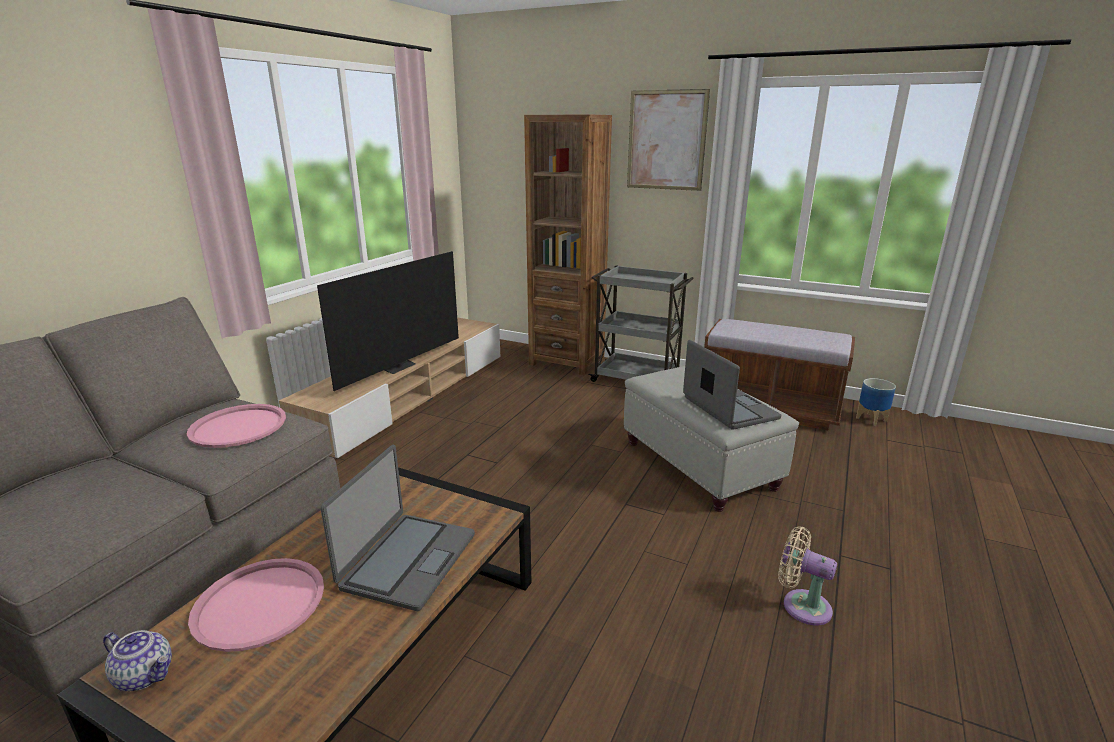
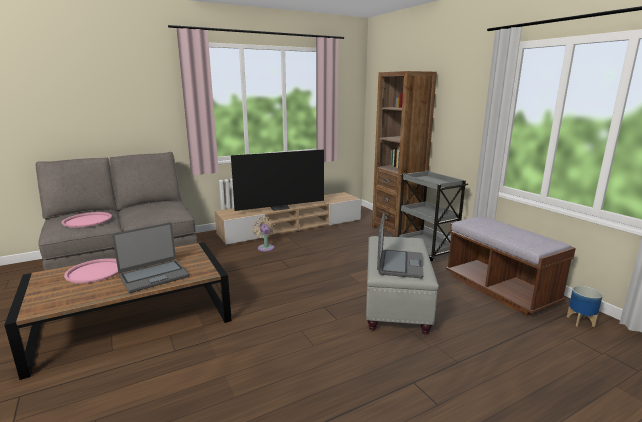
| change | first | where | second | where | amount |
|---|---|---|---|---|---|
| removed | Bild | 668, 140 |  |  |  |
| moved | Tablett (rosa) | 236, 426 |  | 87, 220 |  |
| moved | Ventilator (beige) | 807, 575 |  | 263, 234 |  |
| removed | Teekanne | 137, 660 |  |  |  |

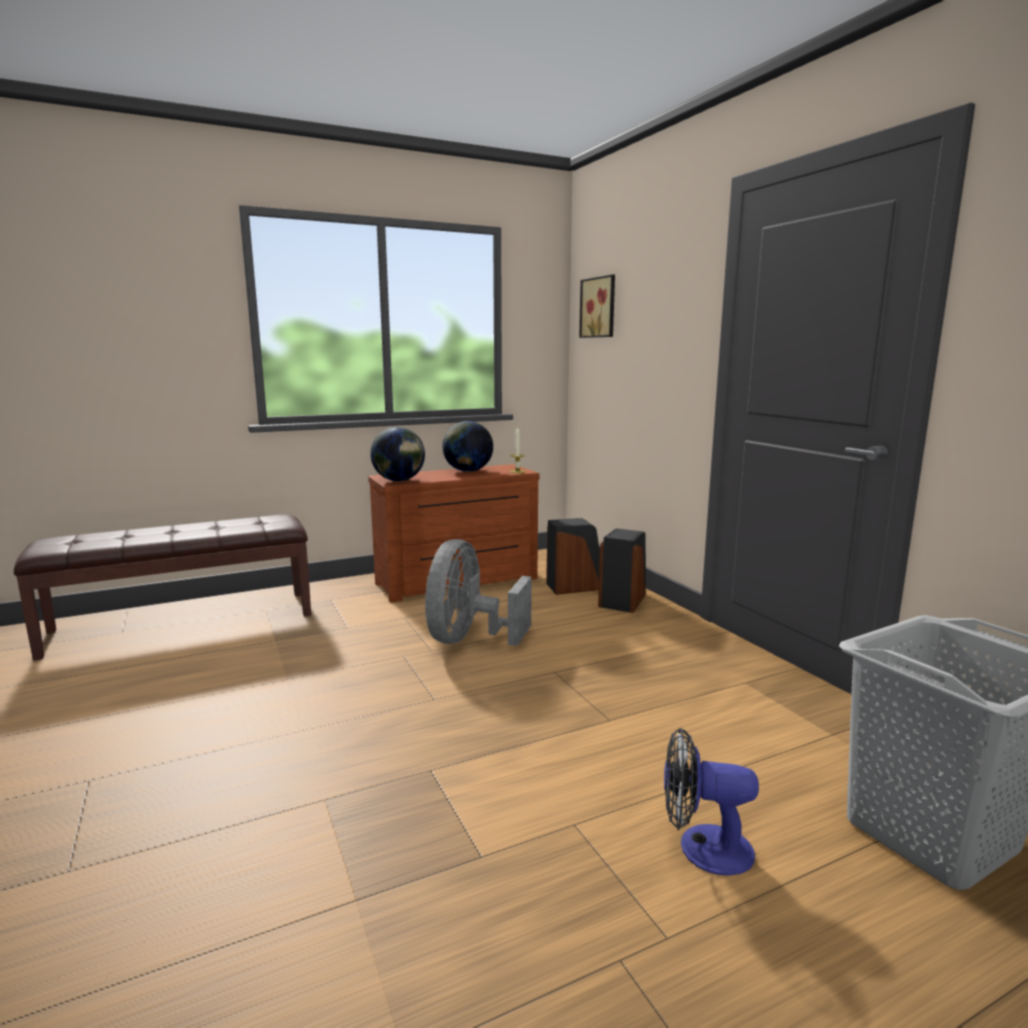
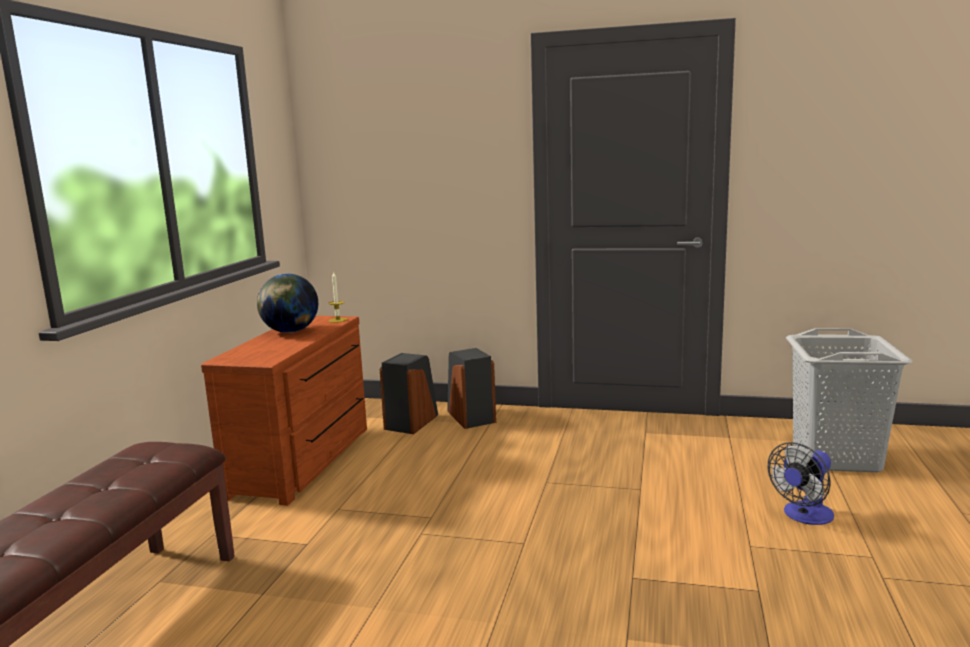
| change | first | where | second | where | amount |
|---|---|---|---|---|---|
| removed | Bild | 597, 306 |  |  |  |
| removed | Globus | 397, 454 |  |  |  |
| removed | Ventilator (grau) | 478, 592 |  |  |  |

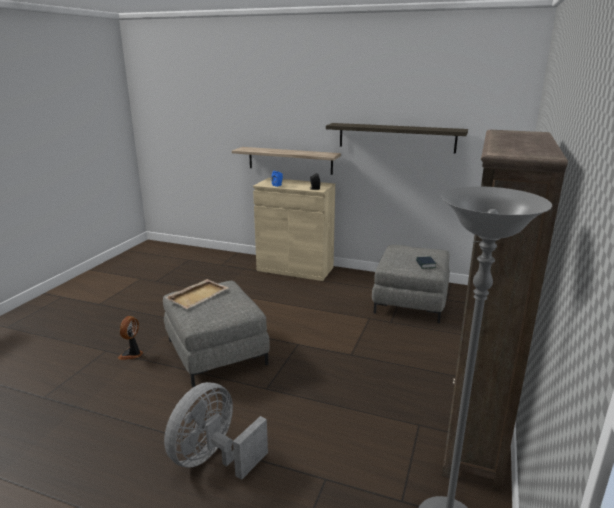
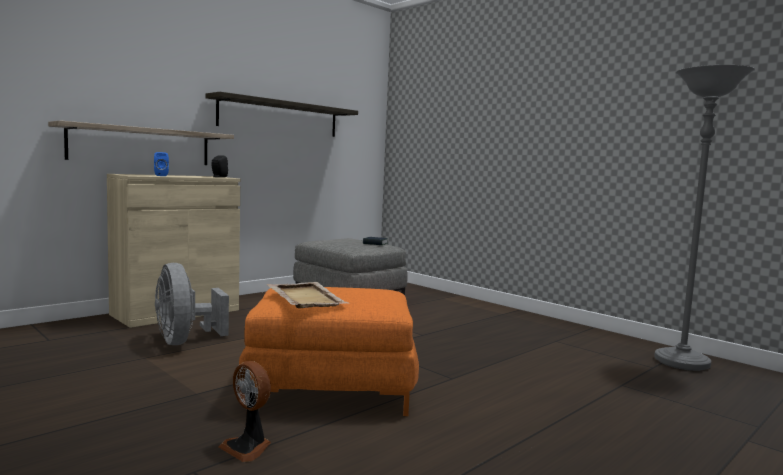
| change | first | where | second | where | amount |
|---|---|---|---|---|---|
| removed | Bücherregal (braun) | 505, 311 |  |  |  |
| recoloured | Polsterhocker (grau) | 216, 334 | Polsterhocker (orange) | 329, 351 |  |
| moved | Ventilator (grau) | 216, 431 |  | 192, 304 |  |

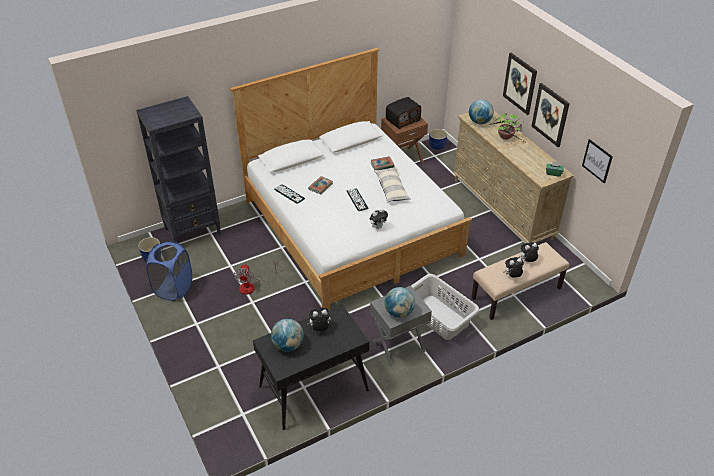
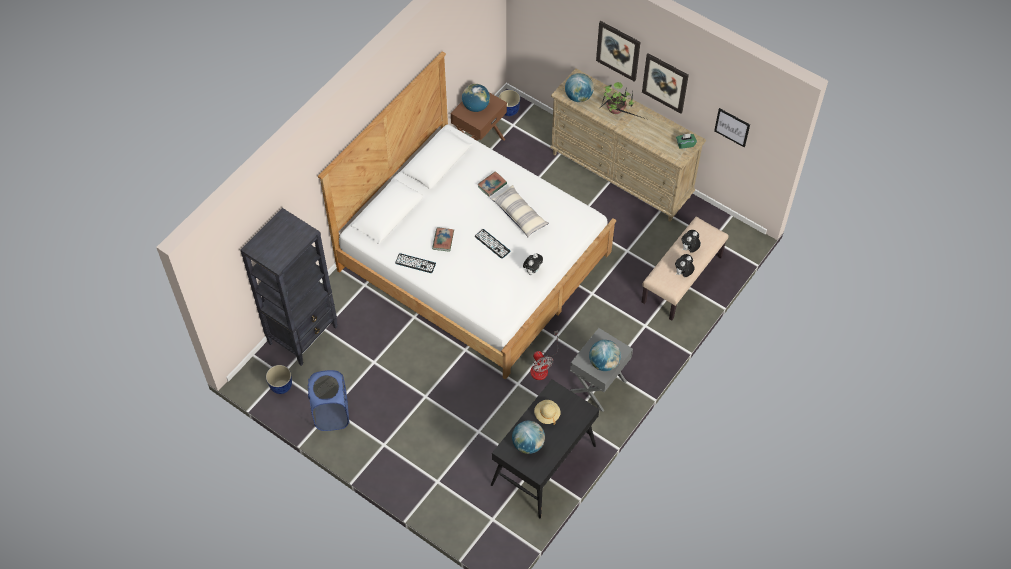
| change | first | where | second | where | amount |
|---|---|---|---|---|---|
| replaced | Radio | 403, 113 | Globus | 476, 98 |  |
| moved | Ventilator | 256, 278 |  | 544, 355 |  |
| removed | Wäschekorb (grau) | 445, 307 |  |  |  |
| replaced | Plüschtier | 319, 319 | Hut (beige) | 547, 412 |  |

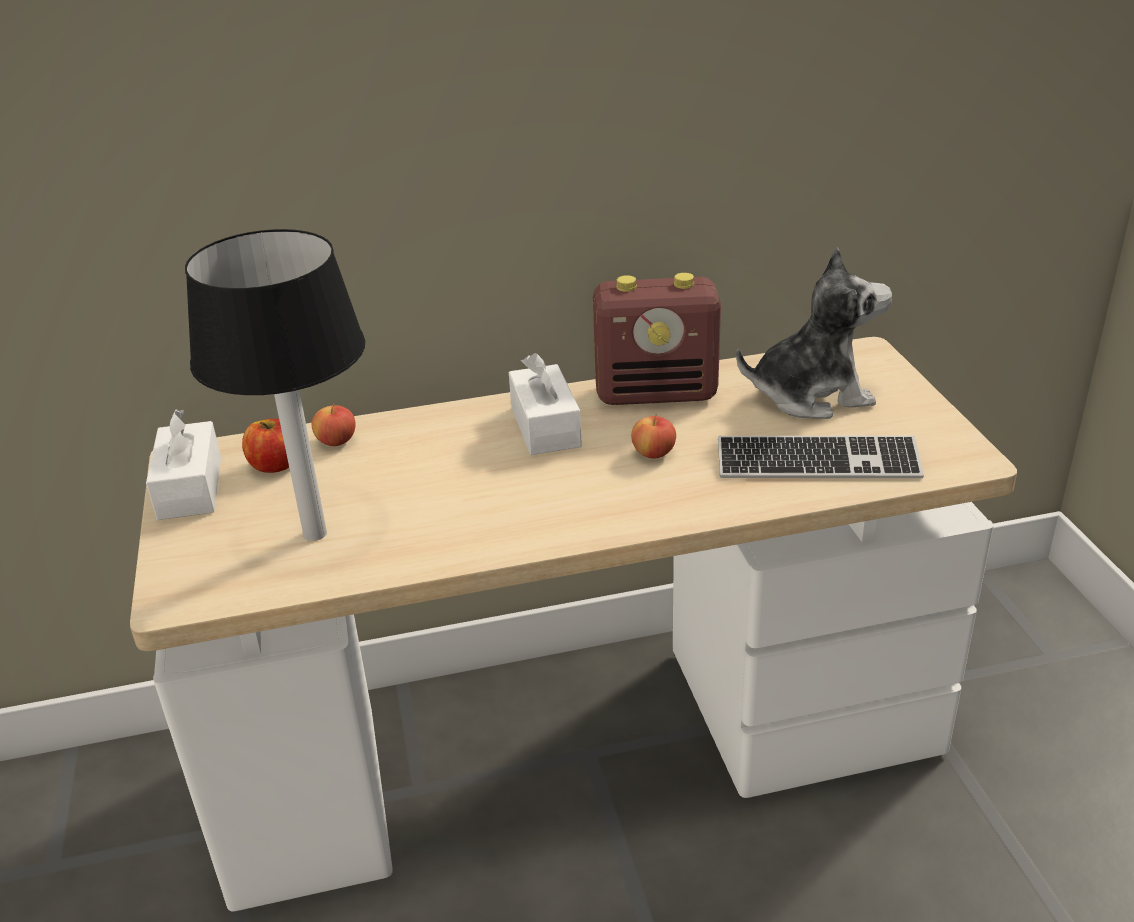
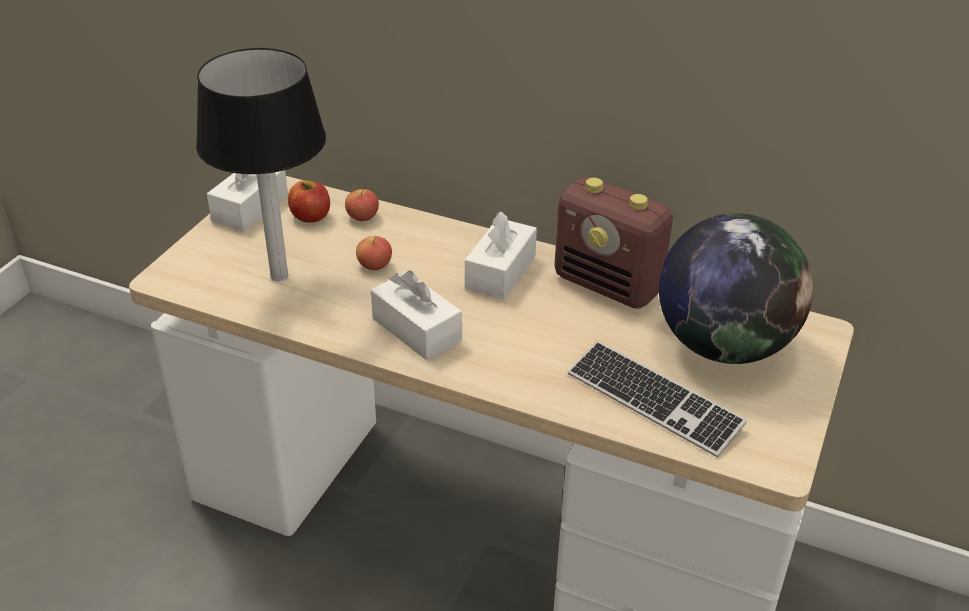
| change | first | where | second | where | amount |
|---|---|---|---|---|---|
| replaced | Plüschtier | 814, 333 | Globus | 736, 288 |  |
| moved | Apfel | 653, 436 |  | 374, 253 |  |
| added |  |  | Taschentuchbox (weiß) | 416, 315 |  |

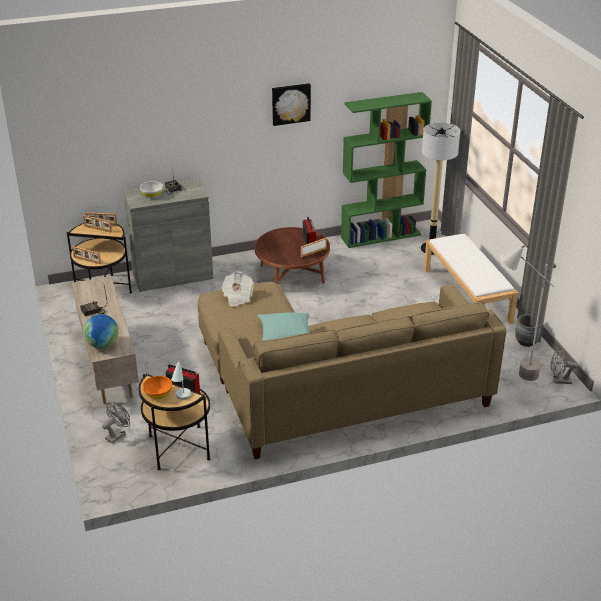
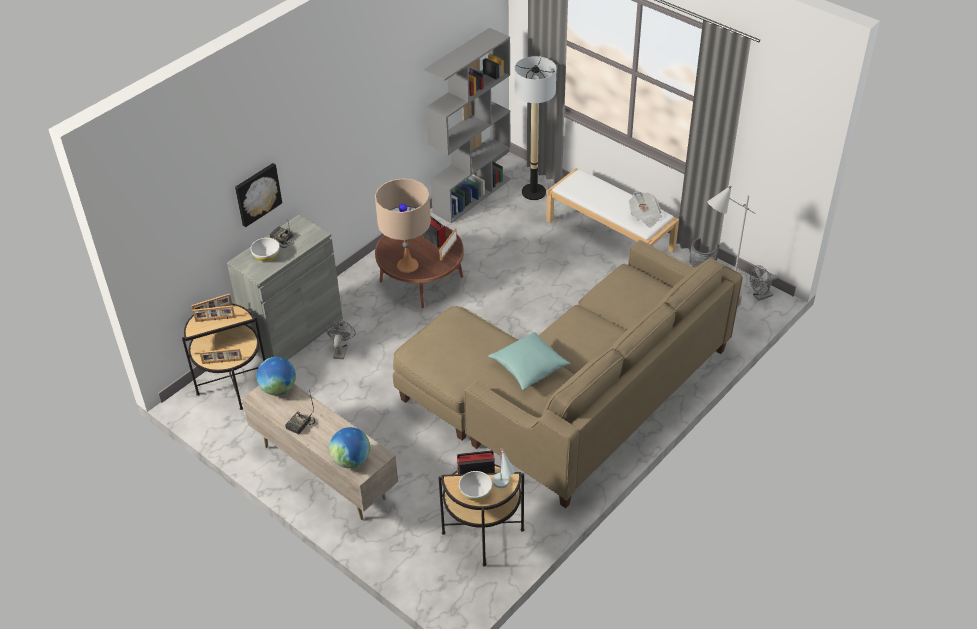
| change | first | where | second | where | amount |
|---|---|---|---|---|---|
| moved | Bild | 291, 104 |  | 258, 195 |  |
| recoloured | Bücherregal (grün) | 386, 170 | Bücherregal (grau) | 467, 125 |  |
| moved | Zeitung | 237, 289 |  | 645, 209 |  |
| recoloured | Schüssel (orange) | 157, 387 | Schüssel (weiß) | 475, 486 |  |
| moved | Ventilator (grau) | 116, 422 |  | 339, 339 |  |
| added |  |  | Tischlampe (beige) | 403, 225 |  |
| added |  |  | Globus | 276, 376 |  |

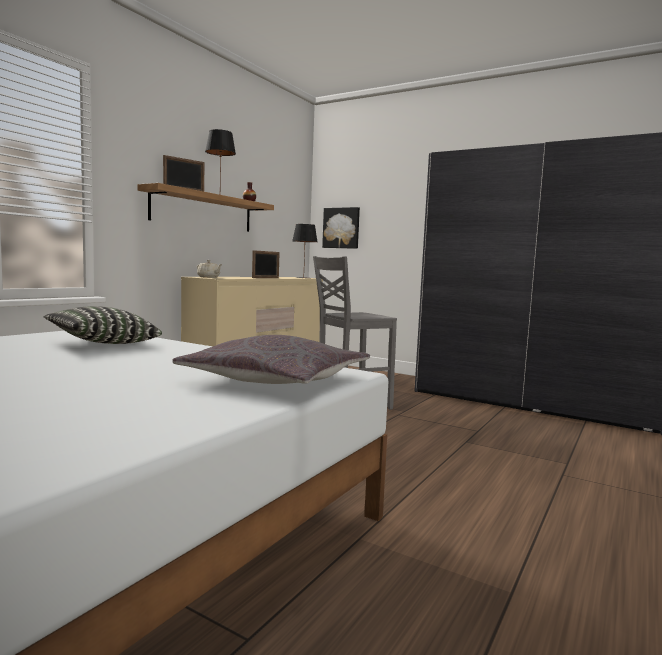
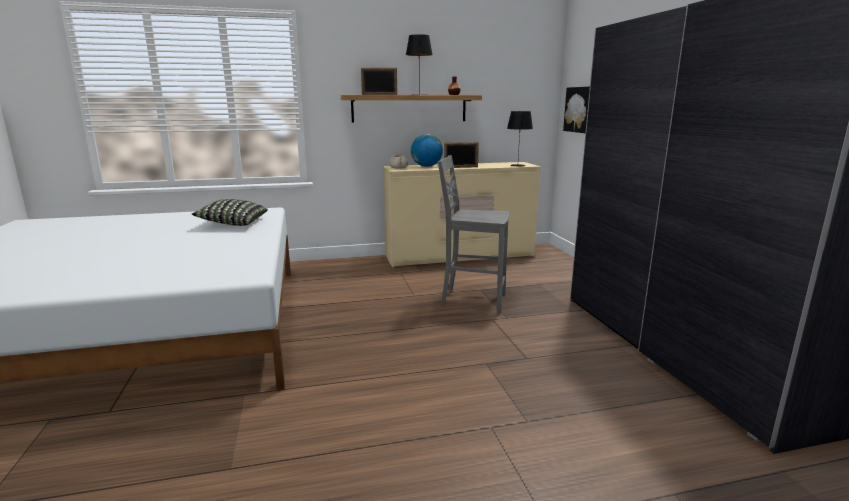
| change | first | where | second | where | amount |
|---|---|---|---|---|---|
| removed | Kissen (grau) | 271, 359 |  |  |  |
| added |  |  | Globus | 427, 150 |  |

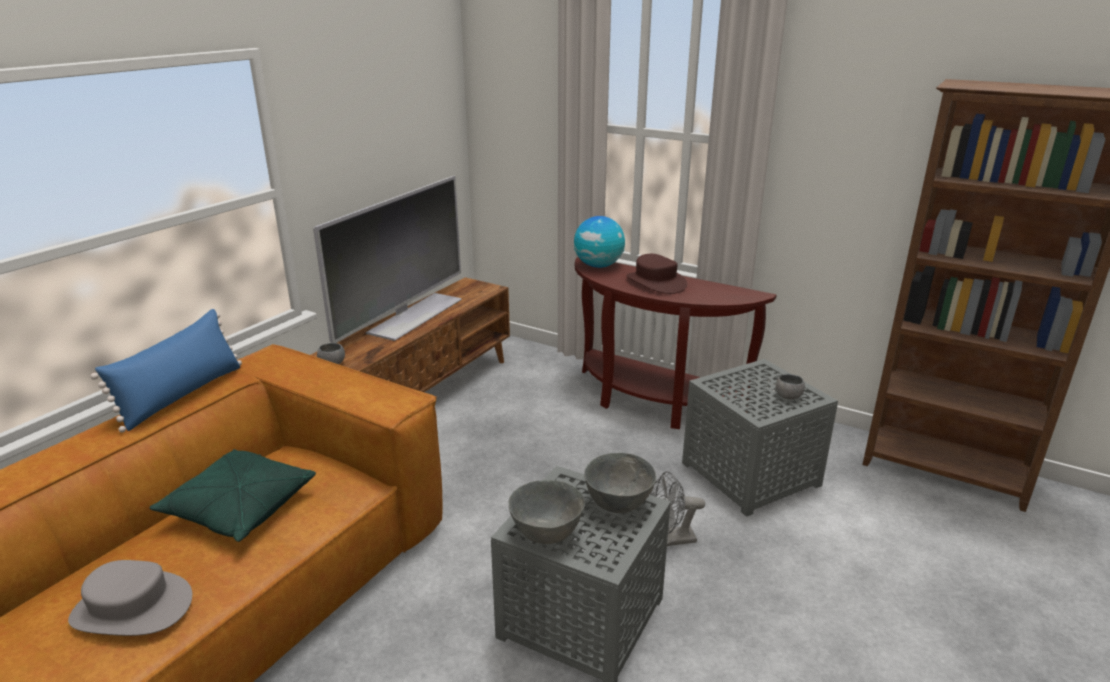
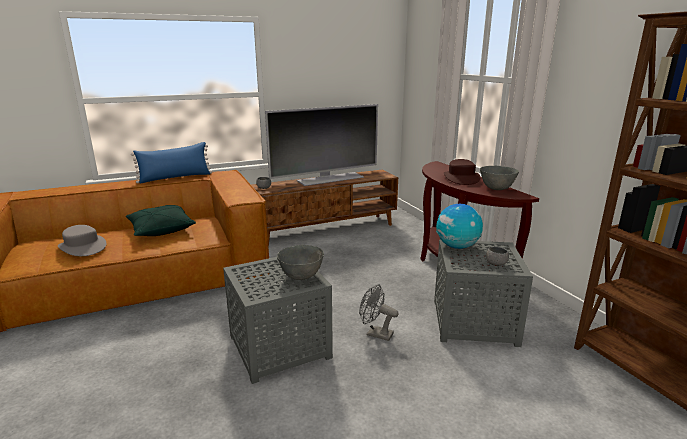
| change | first | where | second | where | amount |
|---|---|---|---|---|---|
| moved | Globus | 599, 242 |  | 459, 226 |  |
| moved | Schüssel (grau) | 547, 512 |  | 499, 178 |  |

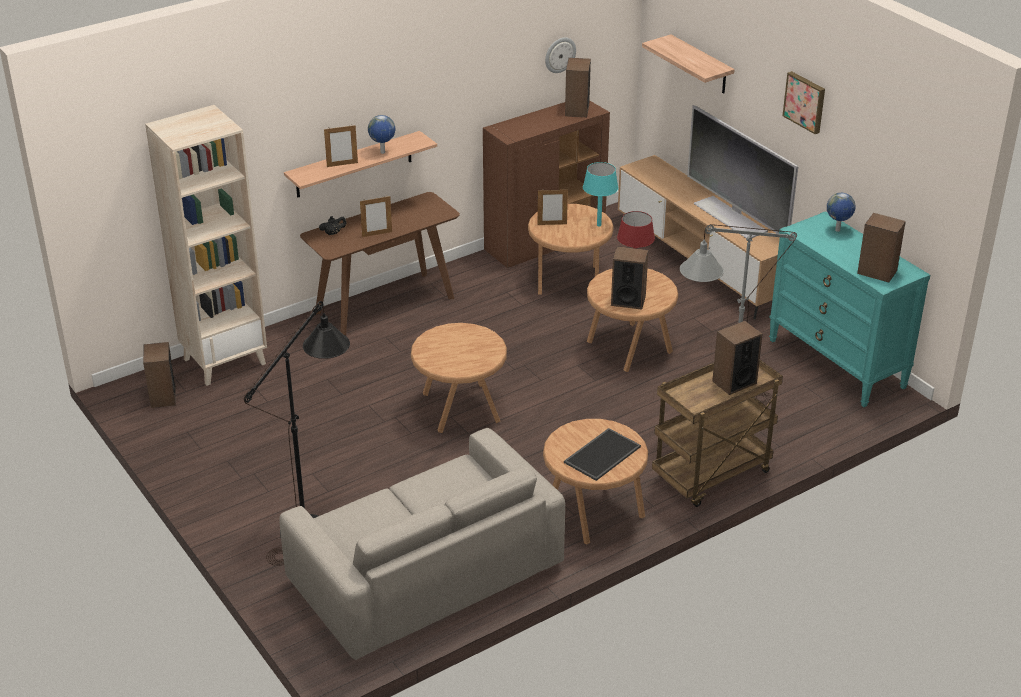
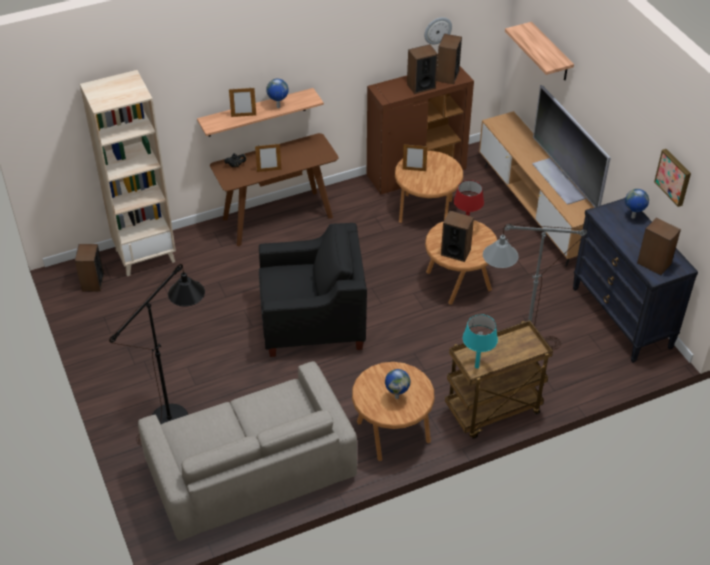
| change | first | where | second | where | amount |
|---|---|---|---|---|---|
| moved | Bild | 804, 102 |  | 672, 178 |  |
| moved | Tischlampe (türkis) | 600, 194 |  | 480, 341 |  |
| recoloured | Kommode (türkis) | 849, 309 | Kommode (schwarz) | 635, 280 |  |
| moved | Lautsprecher | 737, 358 |  | 422, 69 |  |
| replaced | Beistelltisch (braun) | 459, 378 | Sessel (schwarz) | 313, 290 |  |
| replaced | Tablett | 602, 454 | Globus | 398, 384 |  |

